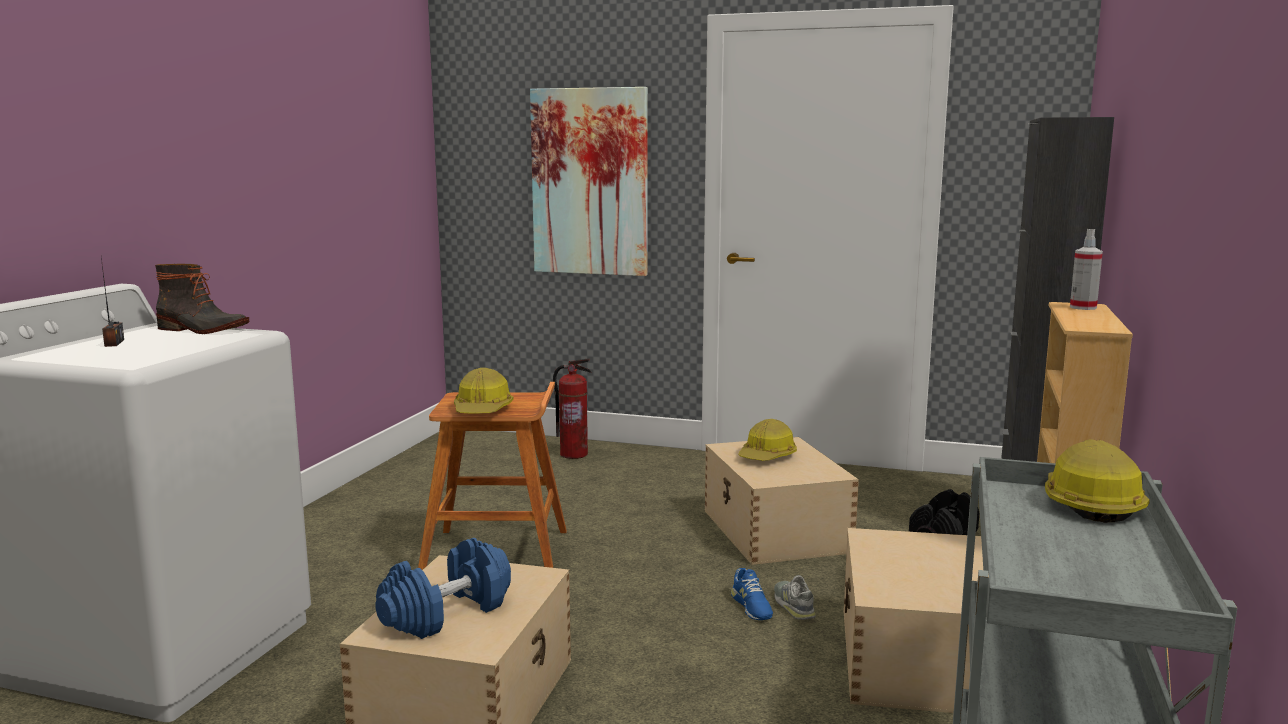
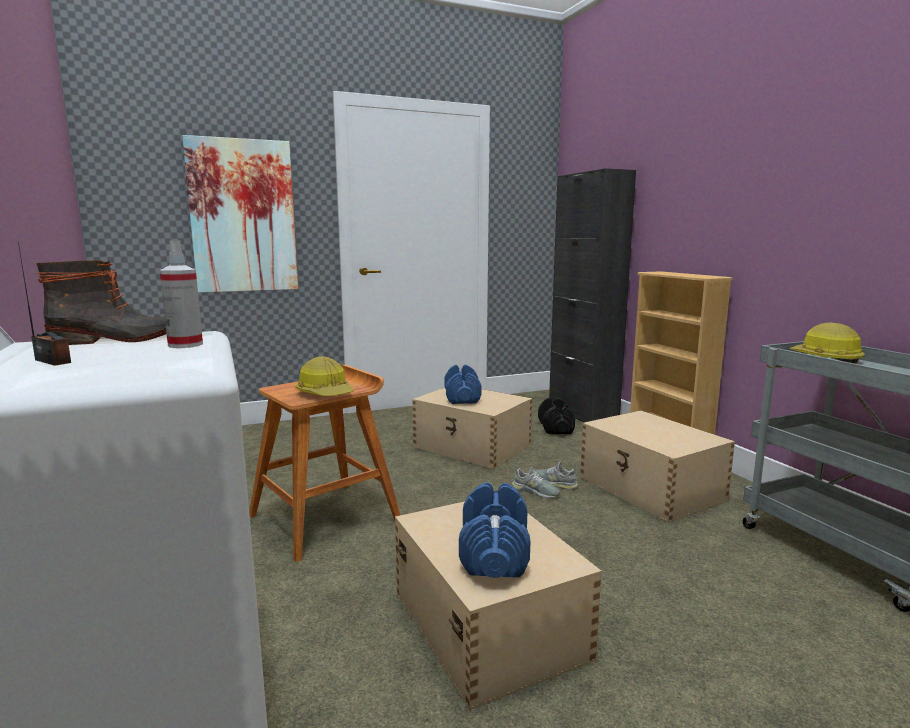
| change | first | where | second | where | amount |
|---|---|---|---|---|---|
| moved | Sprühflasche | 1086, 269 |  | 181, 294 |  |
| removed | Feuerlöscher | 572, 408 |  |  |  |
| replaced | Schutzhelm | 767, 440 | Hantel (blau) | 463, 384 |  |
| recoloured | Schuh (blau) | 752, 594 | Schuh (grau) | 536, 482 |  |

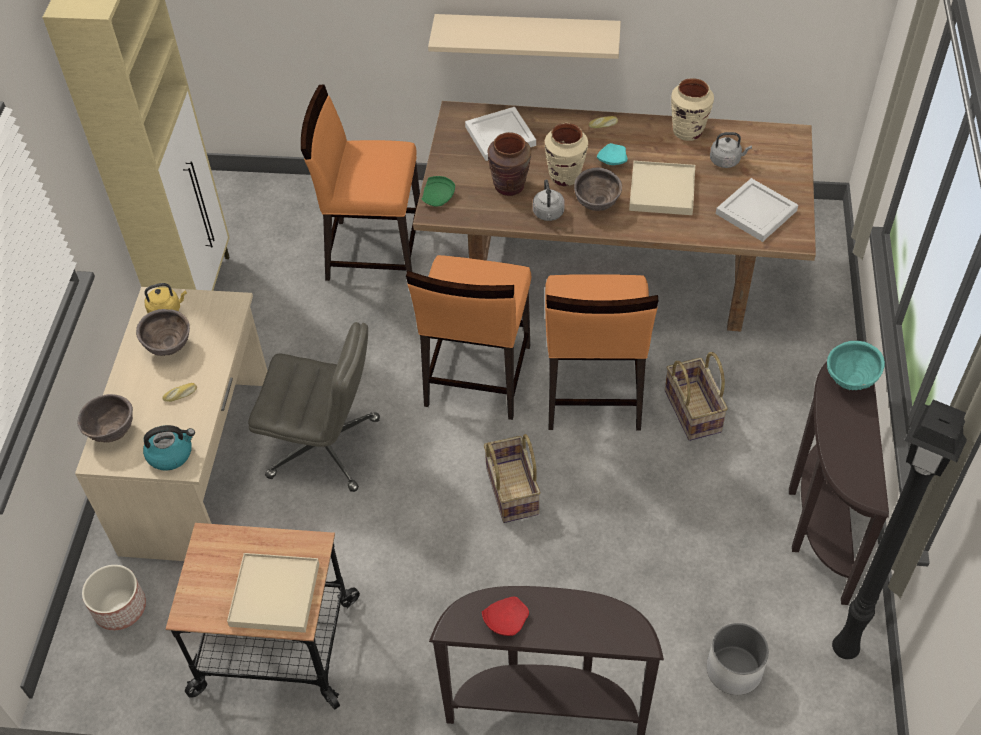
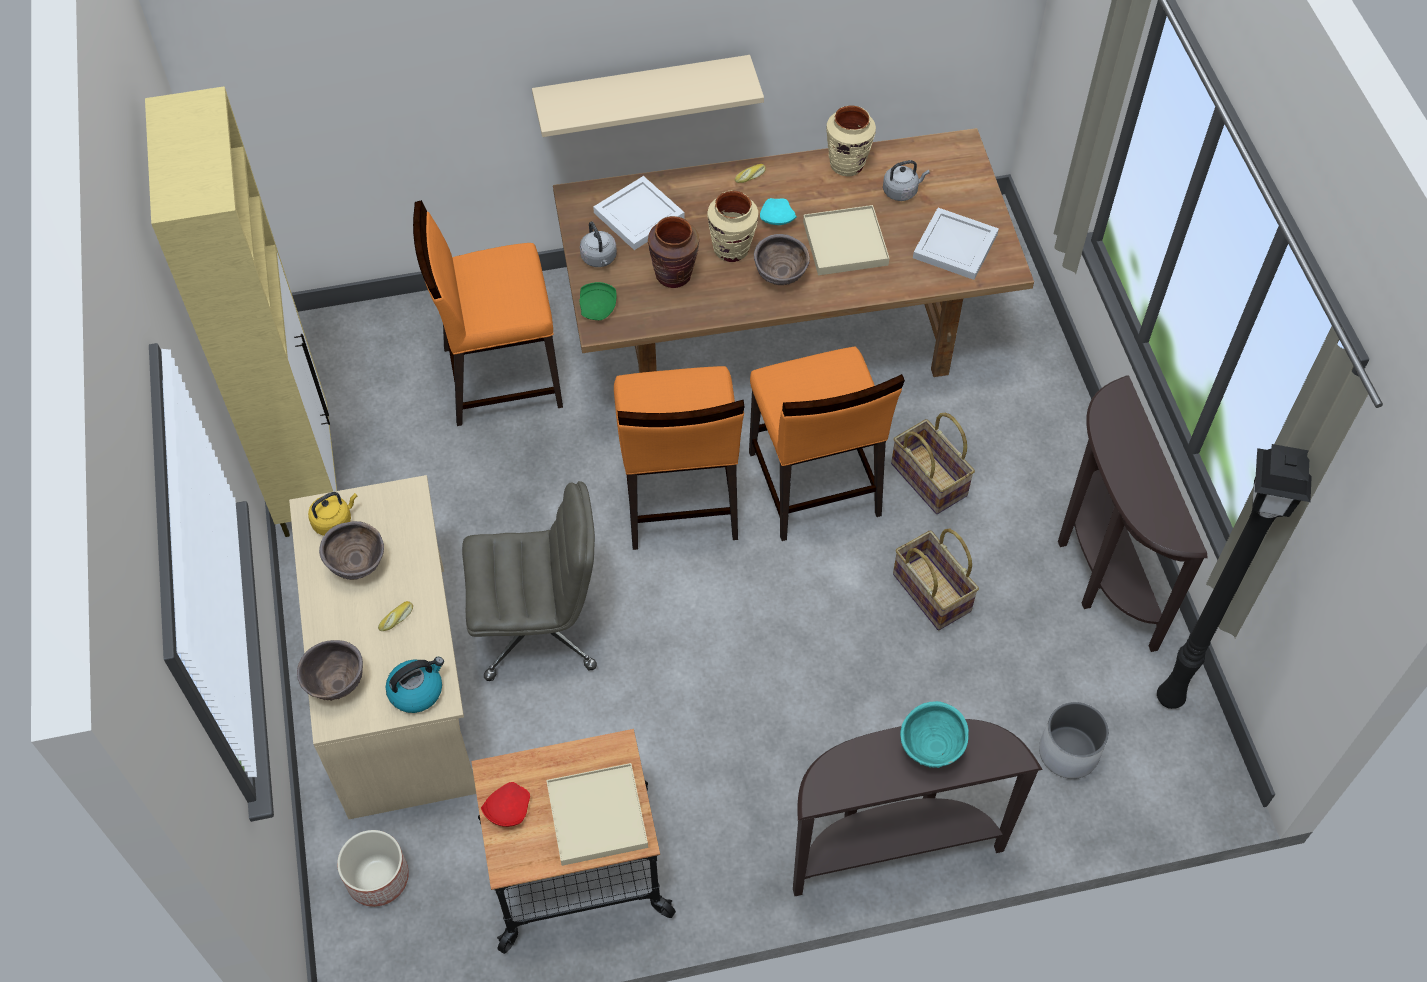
| change | first | where | second | where | amount |
|---|---|---|---|---|---|
| moved | Wasserkessel (grau) | 549, 200 |  | 598, 244 |  |
| moved | Schüssel (türkis) | 856, 365 |  | 934, 734 |  |
| moved | Korb | 512, 478 |  | 936, 580 |  |
| moved | Teller (rot) | 505, 616 |  | 505, 804 |  |

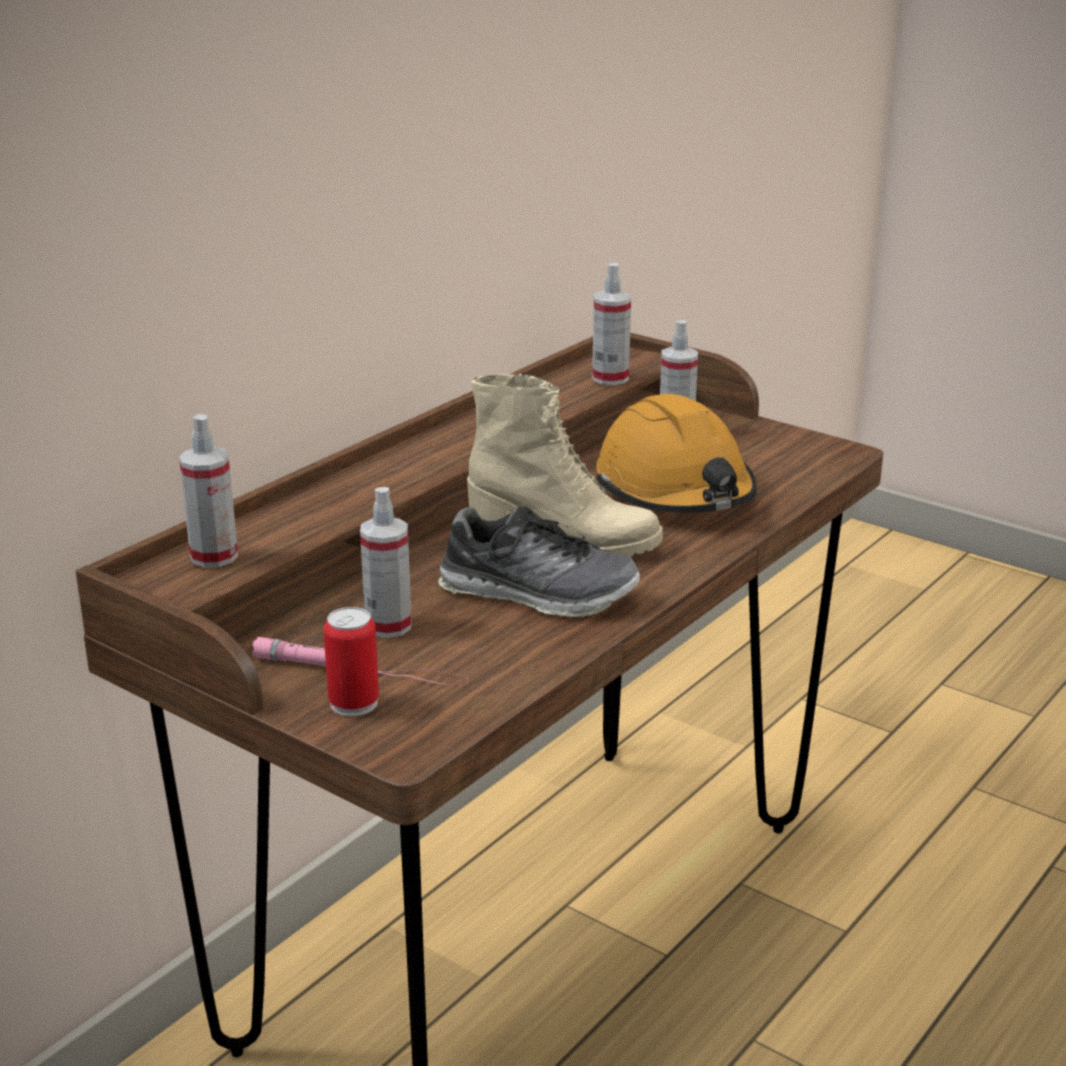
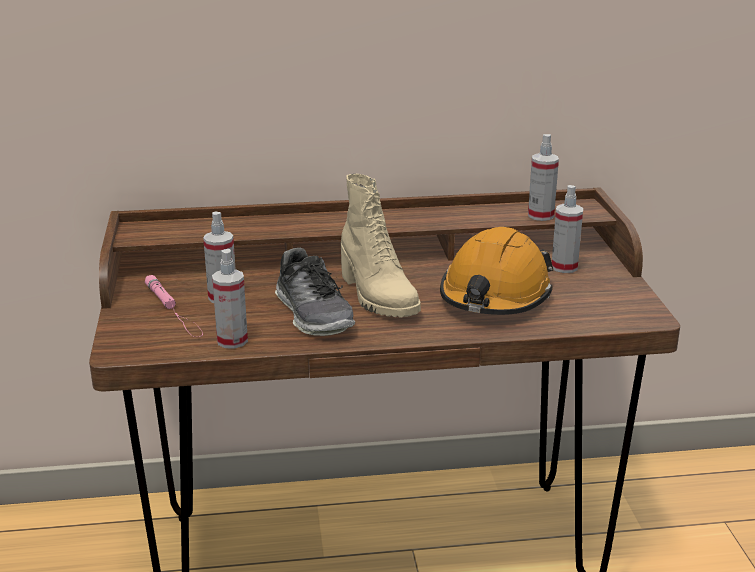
| change | first | where | second | where | amount |
|---|---|---|---|---|---|
| moved | Sprühflasche | 208, 491 |  | 230, 299 |  |
| removed | Dose | 351, 661 |  |  |  |

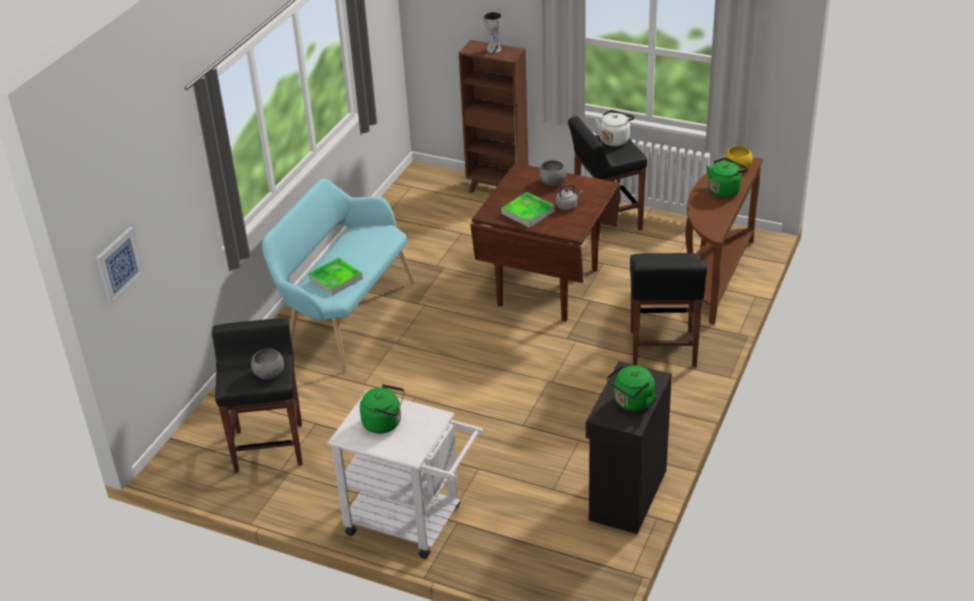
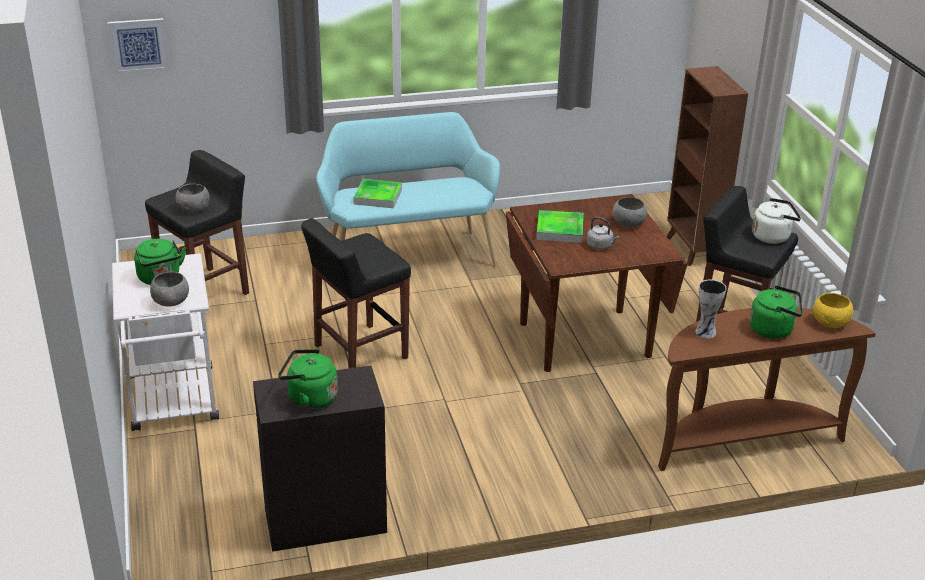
| change | first | where | second | where | amount |
|---|---|---|---|---|---|
| moved | Vase | 492, 32 |  | 710, 309 |  |
| moved | Hocker (schwarz) | 668, 310 |  | 356, 293 |  |
| added |  |  | Schüssel (grau) | 169, 289 |  |

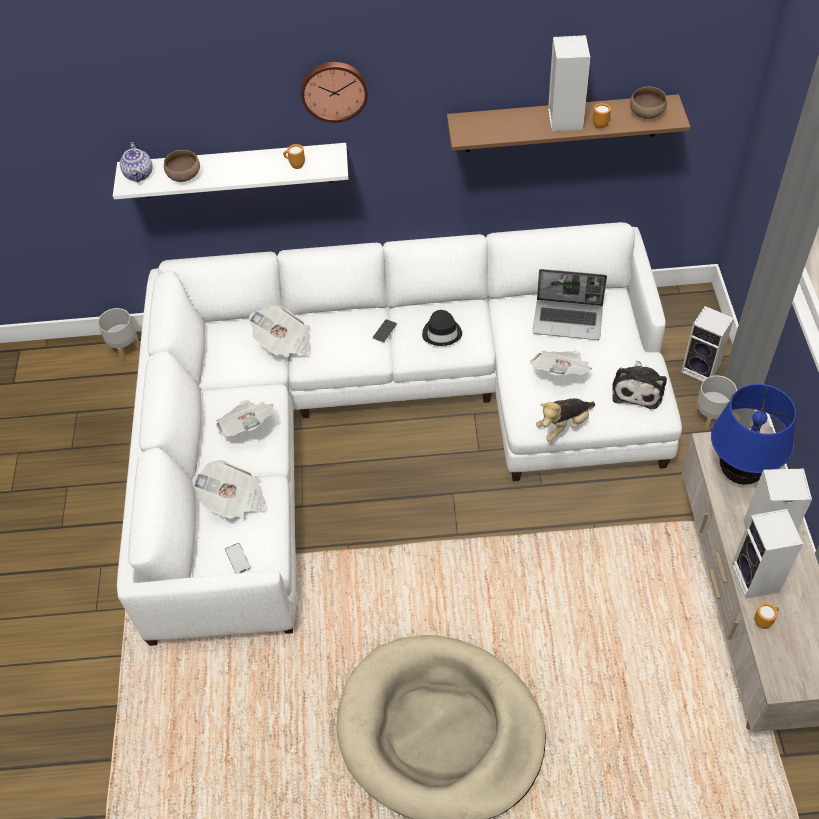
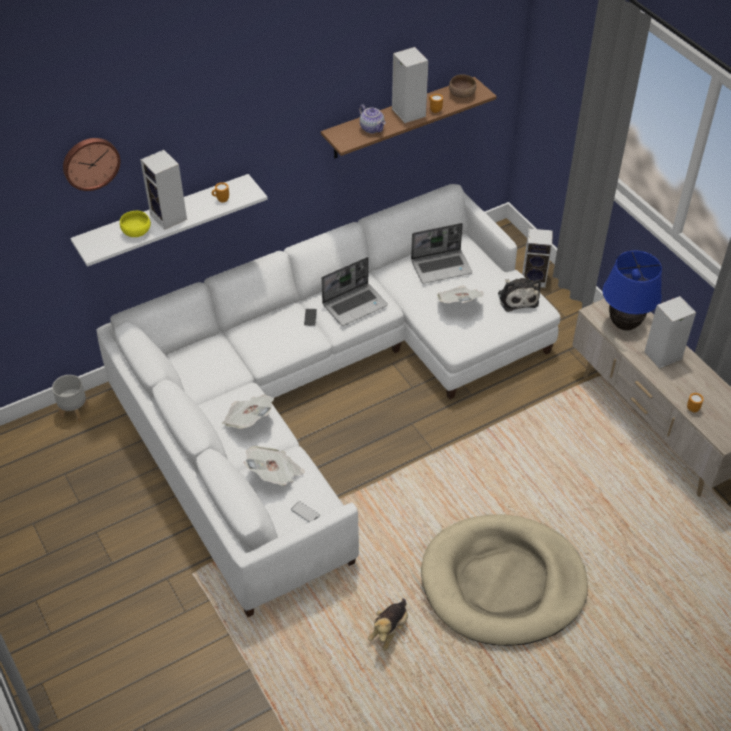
| change | first | where | second | where | amount |
|---|---|---|---|---|---|
| moved | Wanduhr | 334, 92 |  | 91, 164 |  |
| moved | Teekanne | 136, 162 |  | 372, 119 |  |
| recoloured | Schüssel (braun) | 182, 166 | Schüssel (gelb) | 135, 224 |  |
| removed | Zeitung | 280, 331 |  |  |  |
| replaced | Hut (schwarz) | 442, 328 | Laptop | 354, 291 |  |
| removed | Pflanzkübel (grau) | 715, 403 |  |  |  |
| moved | Plüschtier | 565, 420 |  | 388, 624 |  |
| moved | Lautsprecher | 767, 553 |  | 163, 190 |  |

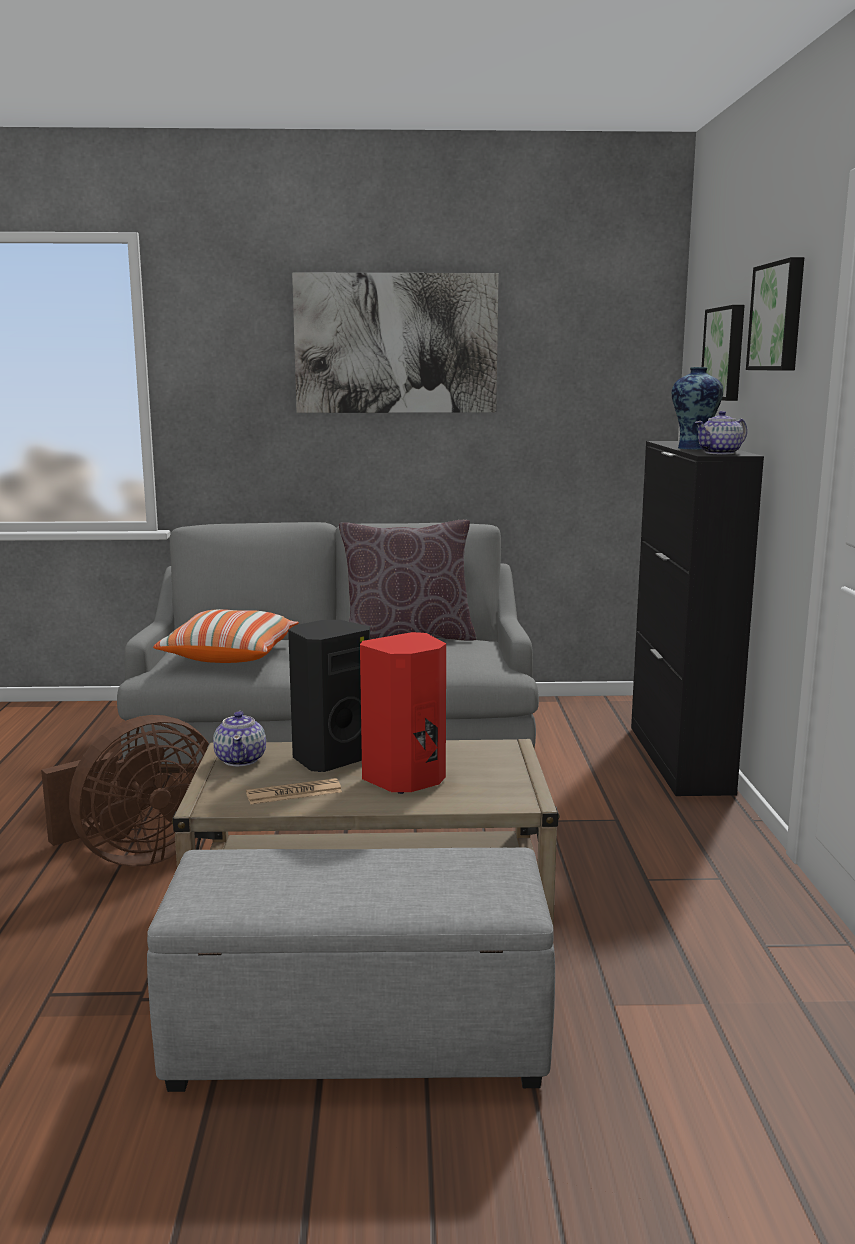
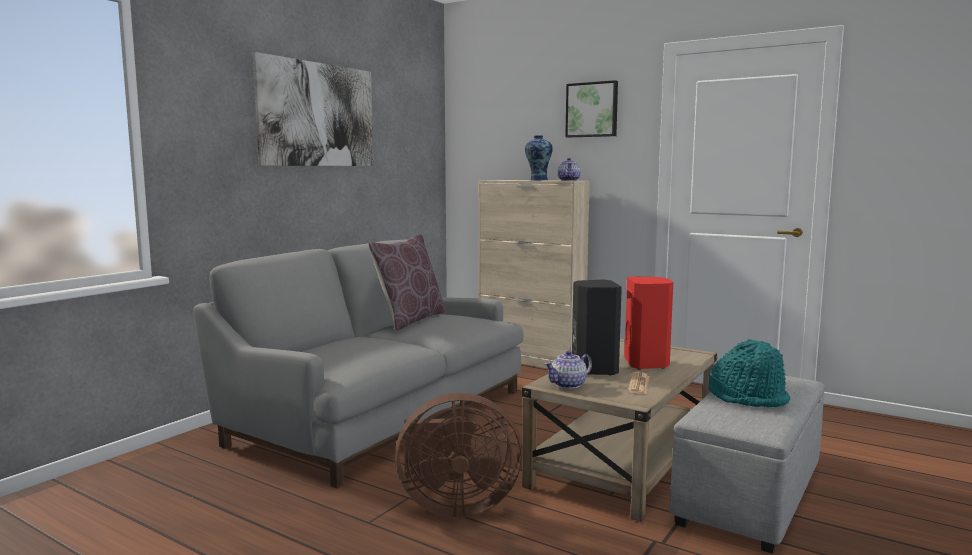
| change | first | where | second | where | amount |
|---|---|---|---|---|---|
| removed | Bild | 723, 353 |  |  |  |
| recoloured | Schrank (schwarz) | 697, 618 | Schrank (beige) | 534, 274 |  |
| removed | Kissen | 226, 636 |  |  |  |
| turned | Teekanne | 239, 738 |  | 568, 369 | 120 degrees clockwise |
| turned | Ventilator (braun) | 125, 791 |  | 458, 455 | 90 degrees clockwise |
| added |  |  | Hut (türkis) | 749, 373 |  |

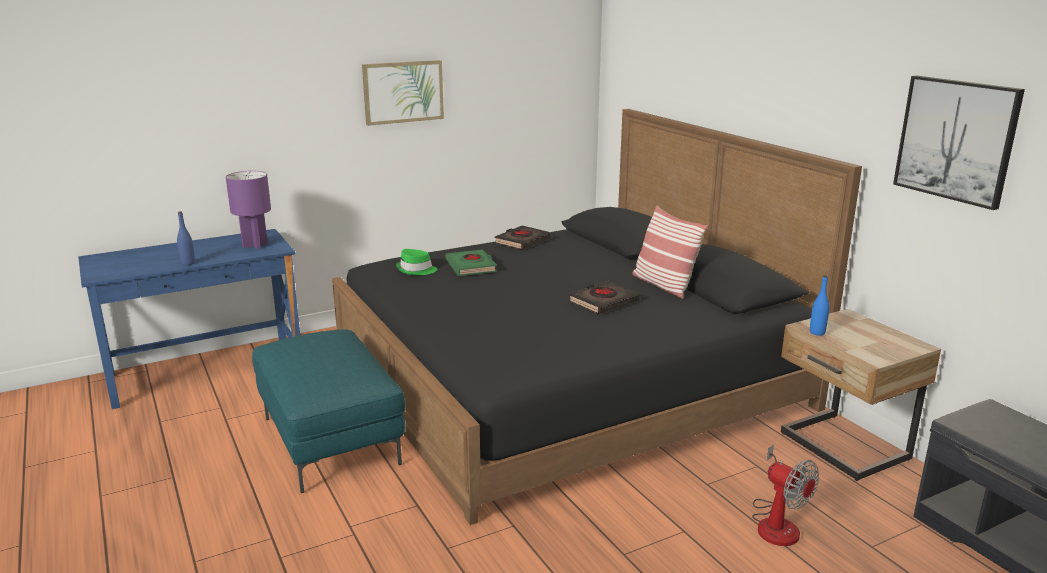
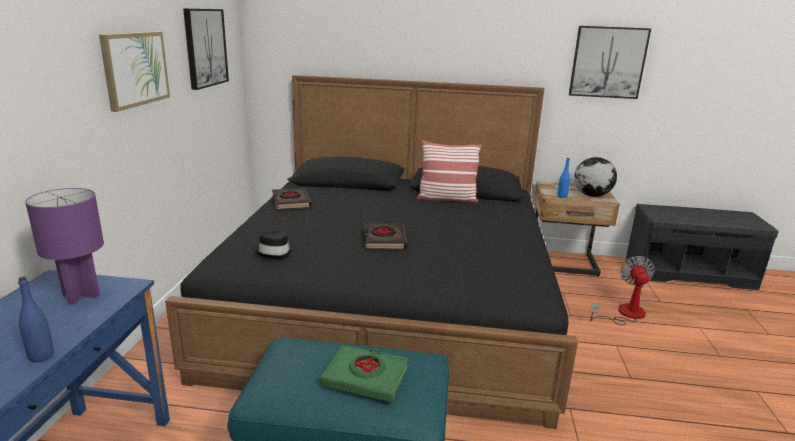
| change | first | where | second | where | amount |
|---|---|---|---|---|---|
| recoloured | Hut (grün) | 416, 262 | Hut (schwarz) | 274, 245 |  |
| moved | Buch (grün) | 471, 263 |  | 364, 373 |  |
| moved | Buch (schwarz) | 604, 297 |  | 385, 236 |  |
| turned | Ventilator | 785, 495 |  | 622, 290 | 75 degrees counterclockwise |
| added |  |  | Bild | 206, 49 |  |
| added |  |  | Globus | 595, 177 |  |

